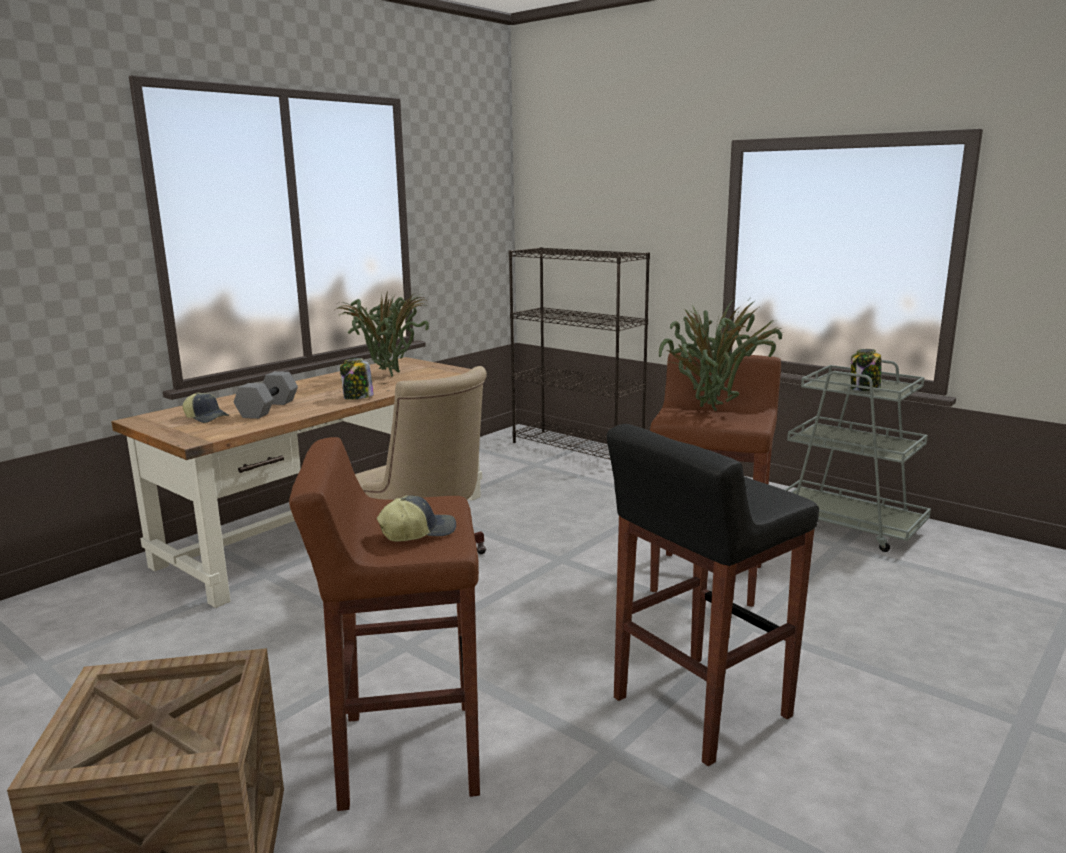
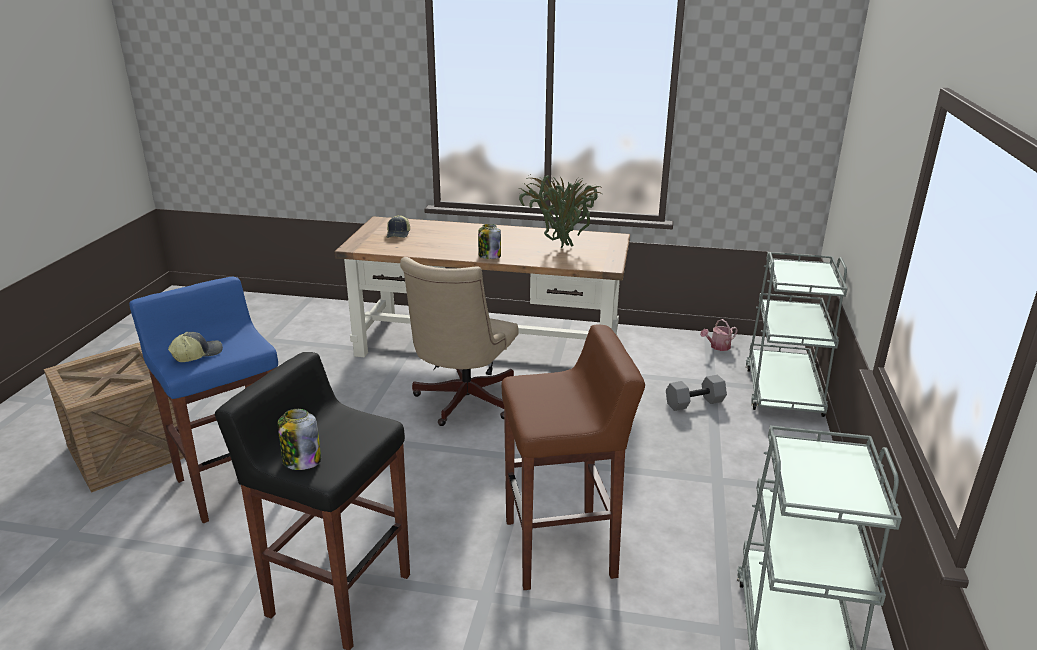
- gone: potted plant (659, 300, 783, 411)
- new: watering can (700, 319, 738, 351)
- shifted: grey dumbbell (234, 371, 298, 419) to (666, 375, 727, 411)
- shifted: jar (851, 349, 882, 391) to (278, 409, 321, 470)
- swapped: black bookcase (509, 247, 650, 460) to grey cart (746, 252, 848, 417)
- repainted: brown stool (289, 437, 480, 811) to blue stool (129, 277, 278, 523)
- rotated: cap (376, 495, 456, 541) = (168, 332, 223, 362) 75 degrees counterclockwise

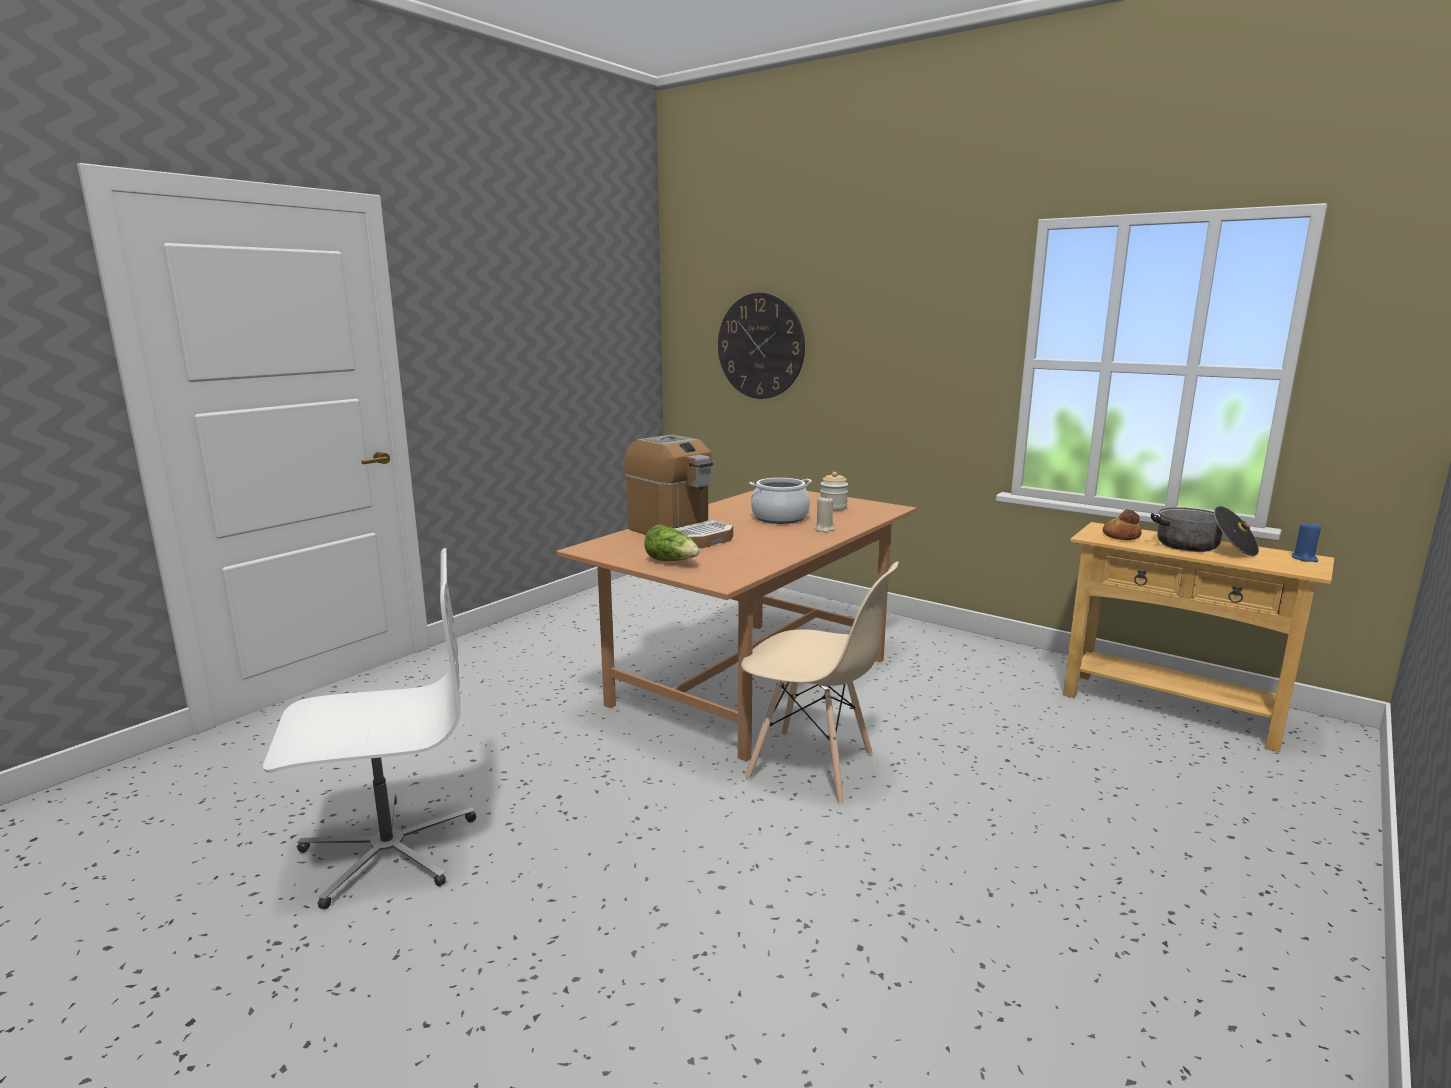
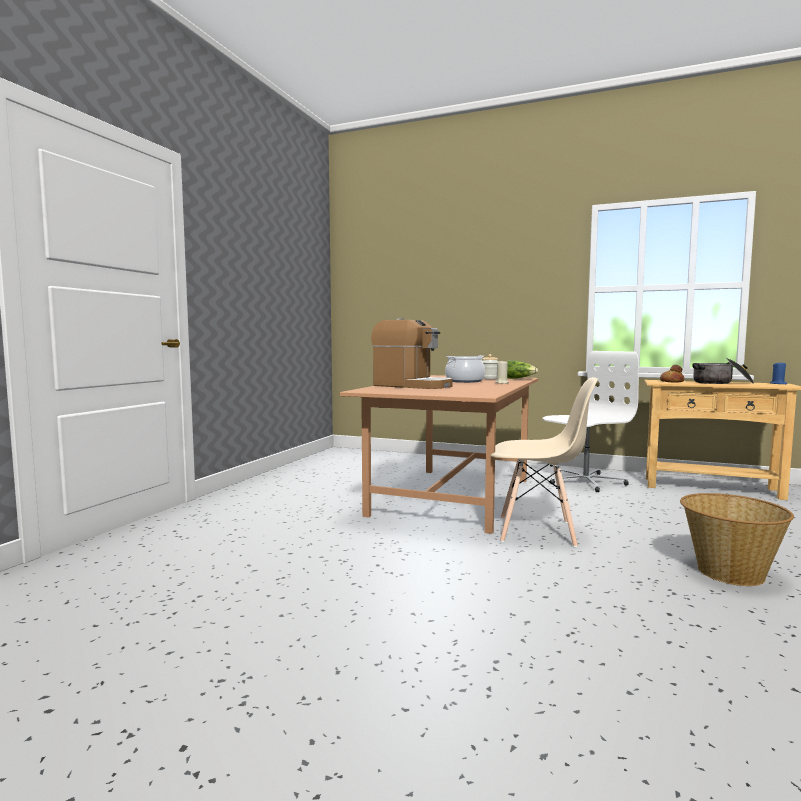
- gone: wall clock (718, 293, 805, 399)
- new: basket (680, 493, 794, 586)
- shifted: white office chair (263, 548, 476, 909) to (542, 351, 639, 492)
- shifted: lettuce (644, 524, 700, 561) to (507, 360, 538, 379)

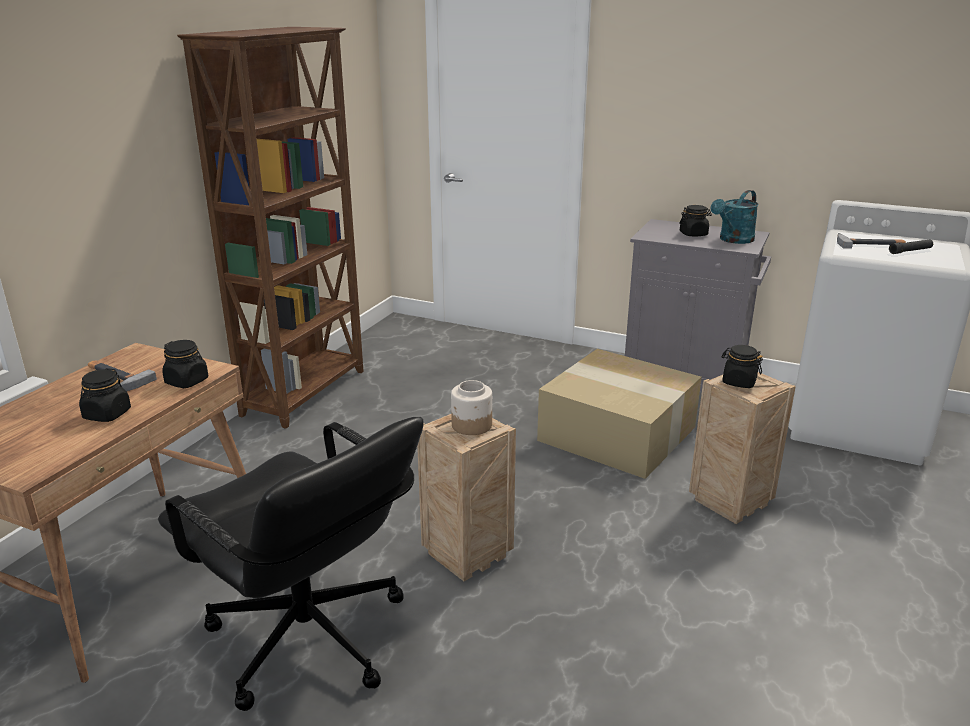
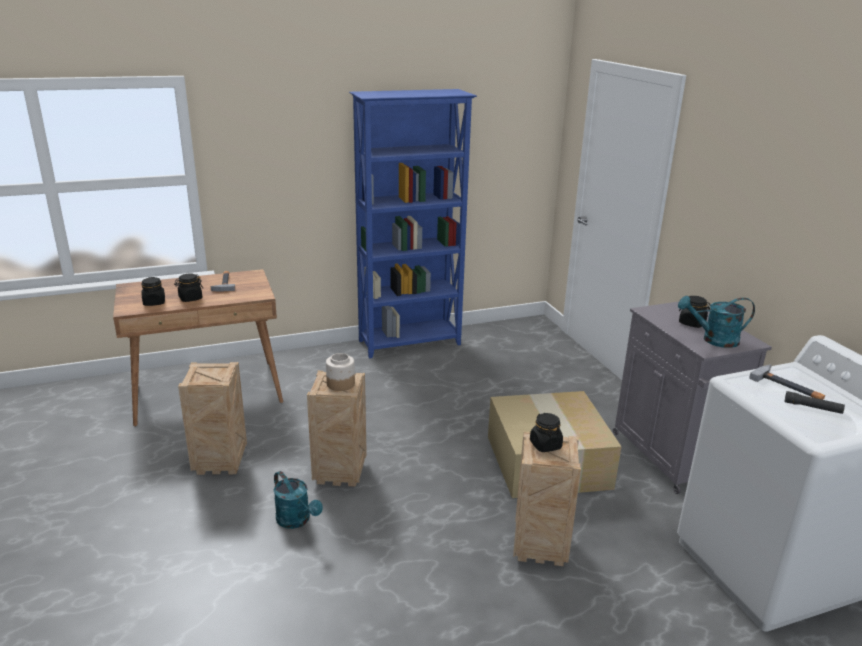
- new: turquoise watering can (274, 471, 323, 529)
- shifted: black jar (162, 340, 208, 388) to (142, 277, 165, 306)
- swapped: black office chair (158, 417, 423, 711) to crate (178, 362, 247, 475)
- repainted: brown bookcase (177, 27, 364, 429) to blue bookcase (349, 89, 477, 358)

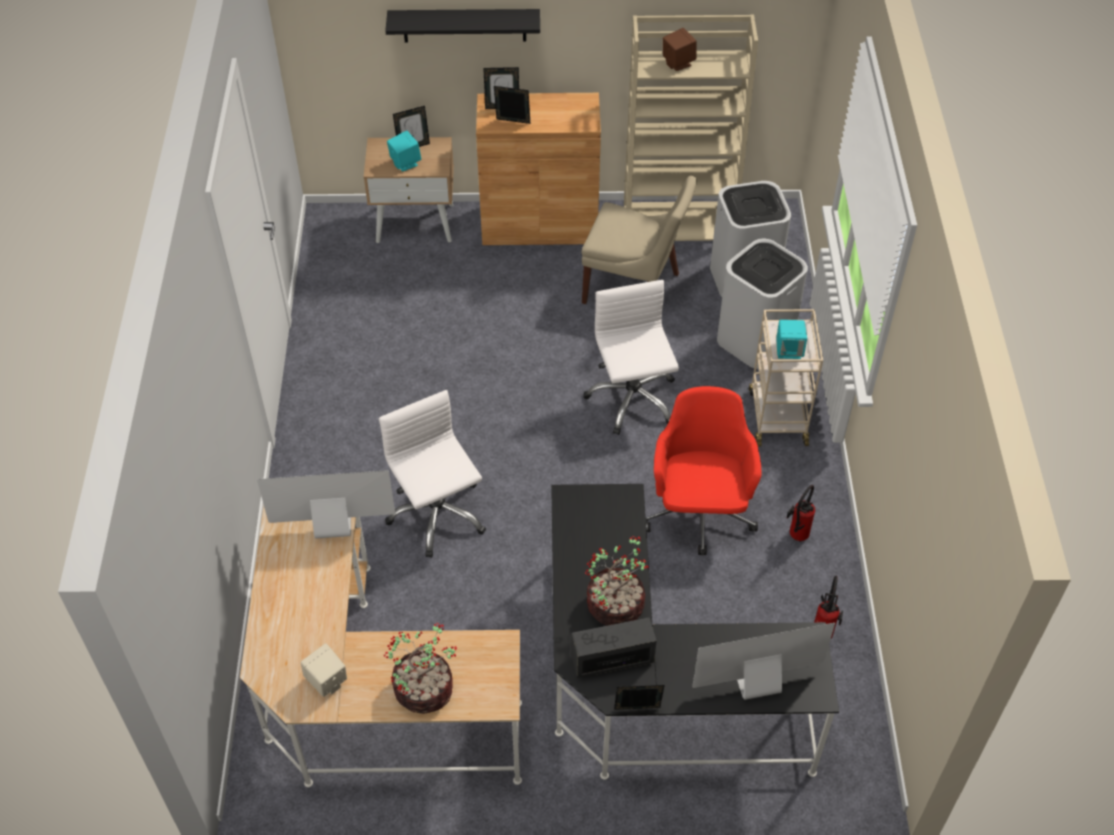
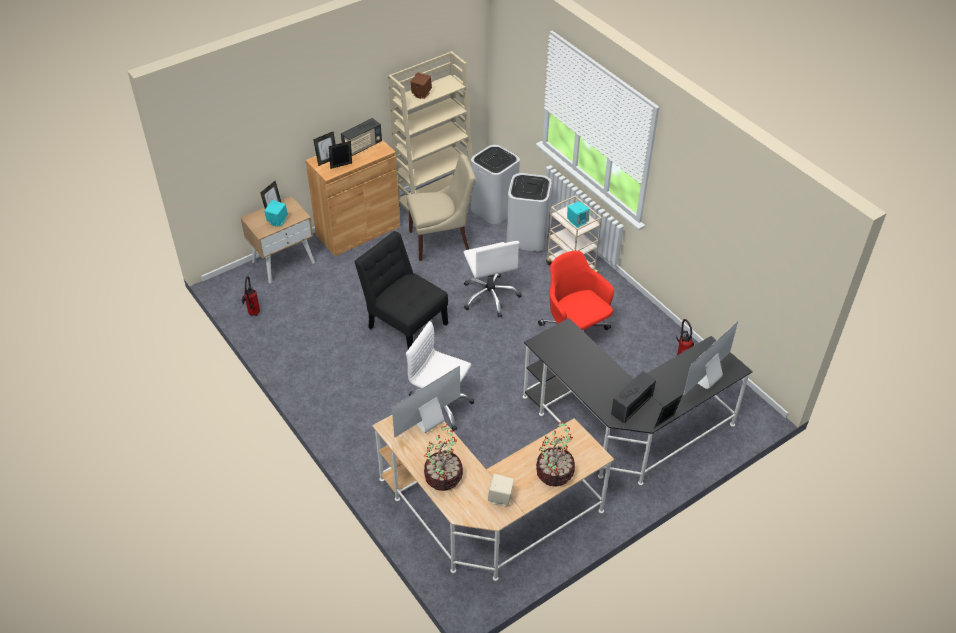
- gone: black shelf (385, 9, 540, 42)
- new: radio (341, 118, 382, 156)
- new: black chair (354, 231, 448, 349)
- shifted: potted plant (585, 536, 649, 626) to (424, 424, 463, 491)
- shifted: fire extinguisher (787, 485, 815, 541) to (242, 276, 260, 316)
- rotated: white office chair (583, 280, 679, 435) = (463, 241, 522, 318) 150 degrees counterclockwise

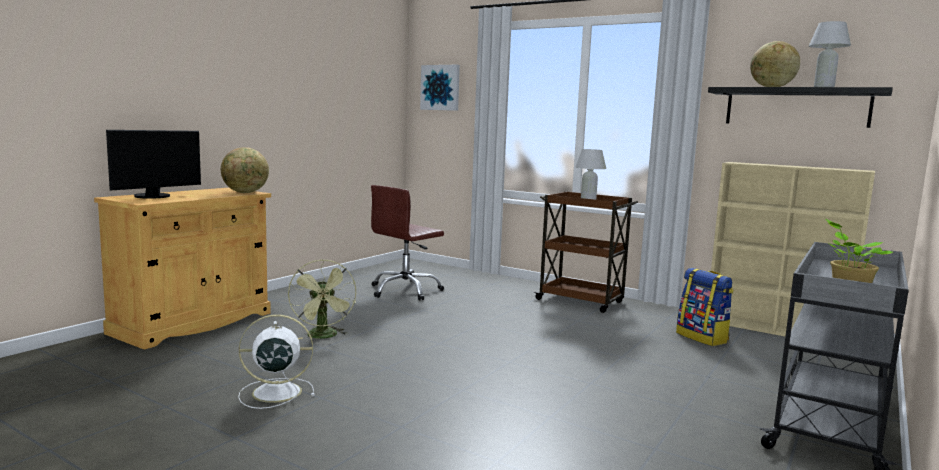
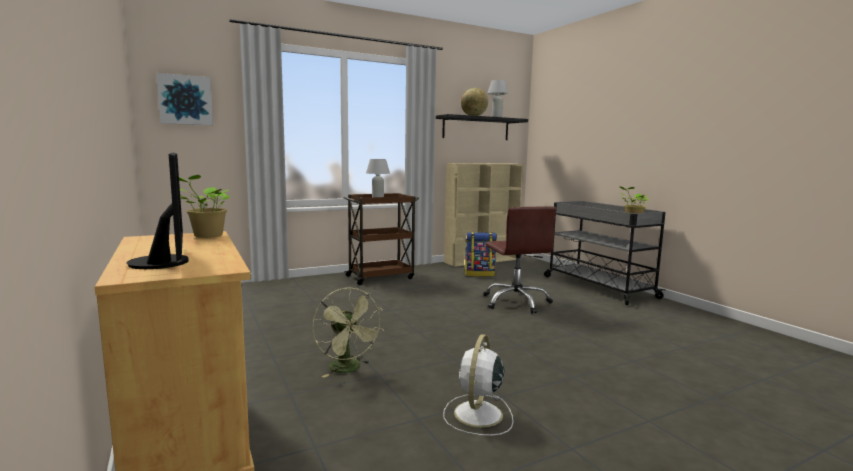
- shifted: brown office chair (371, 185, 444, 300) to (483, 207, 556, 314)
- swapped: globe (221, 147, 269, 193) to potted plant (179, 175, 230, 238)
- rotated: green fan (288, 259, 356, 339) = (312, 287, 384, 377) 45 degrees clockwise

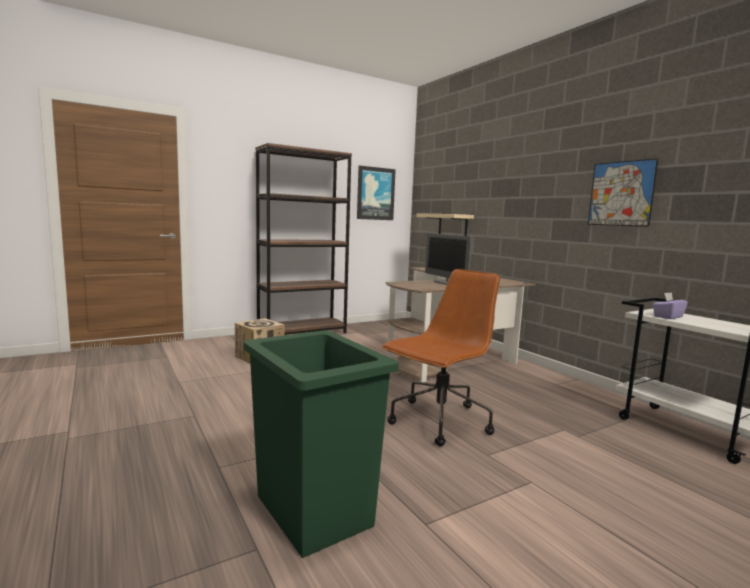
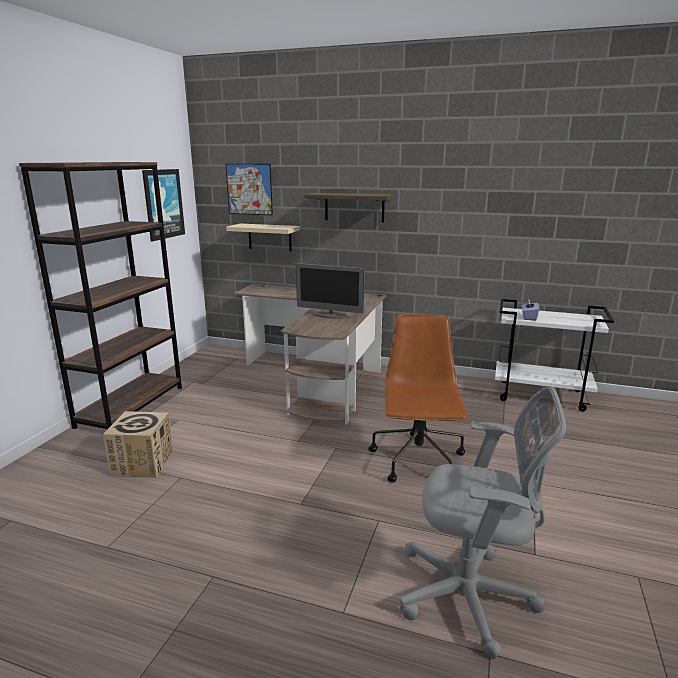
- new: shelf (304, 193, 395, 222)
- shifted: picture (588, 158, 659, 227) to (226, 164, 273, 215)
- swapped: green trash can (244, 330, 399, 558) to grey office chair (399, 386, 566, 659)

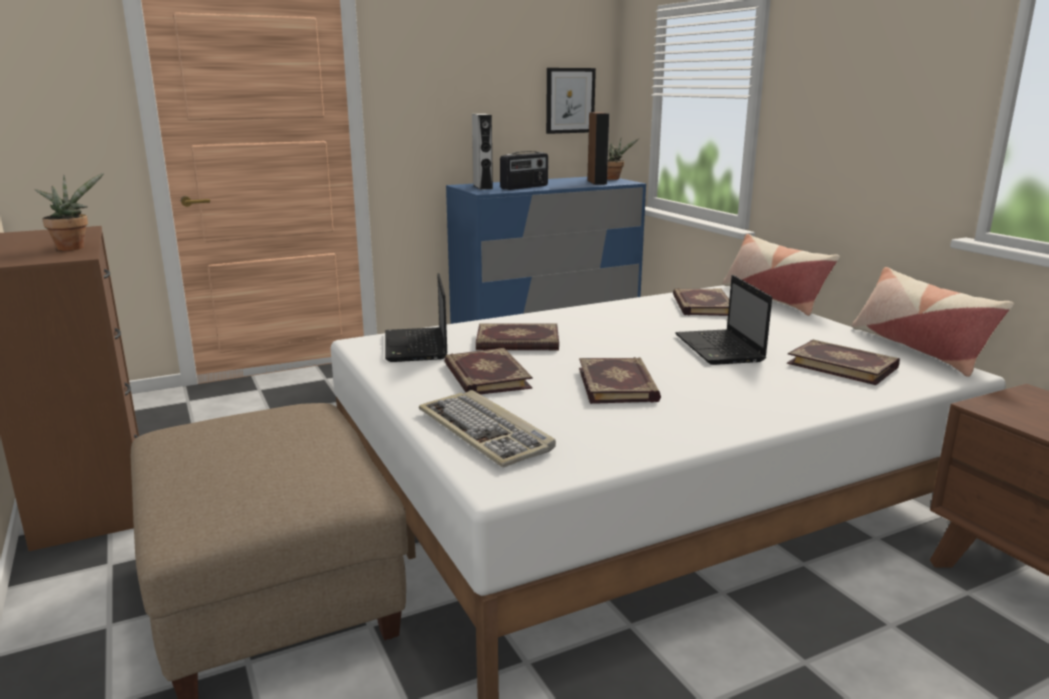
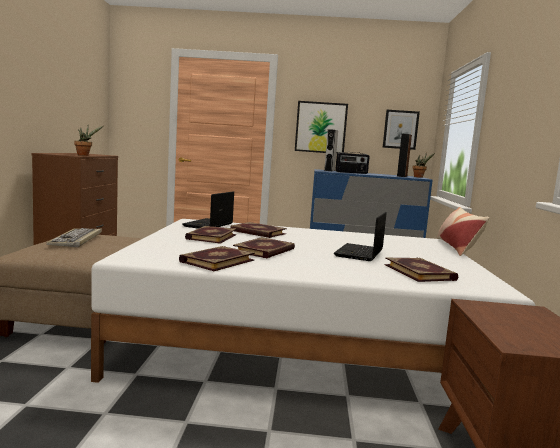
- gone: pillow (852, 267, 1014, 377)
- new: picture (295, 101, 348, 154)
- shifted: keyboard (419, 390, 556, 468) to (46, 228, 102, 247)
- shifted: book (673, 288, 729, 316) to (179, 246, 255, 271)

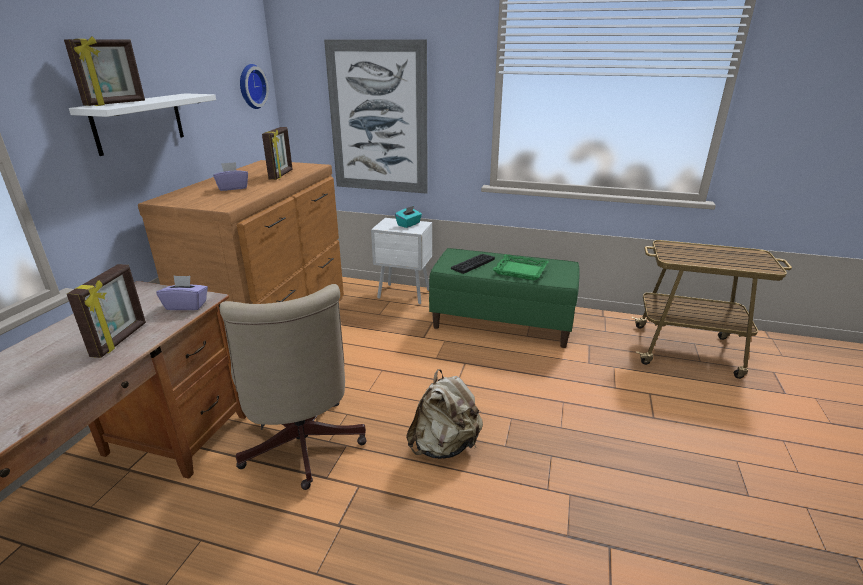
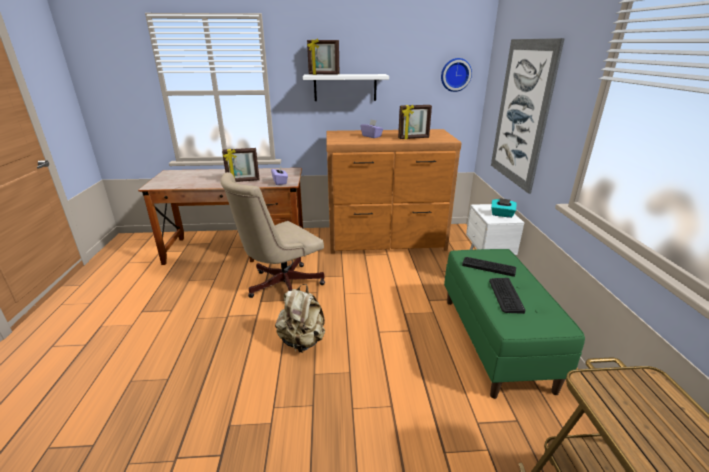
- swapped: green tray (492, 254, 549, 280) to keyboard (489, 278, 525, 314)

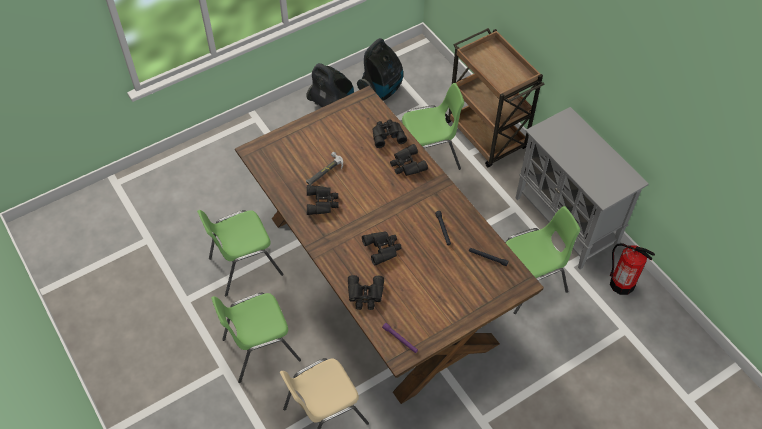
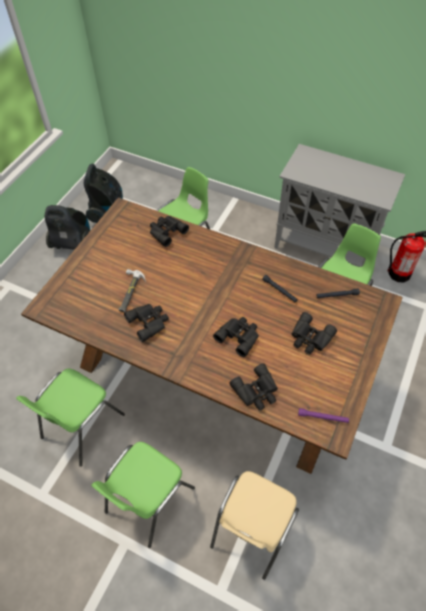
- gone: brown cart (445, 28, 544, 168)
- shifted: black binoculars (390, 144, 428, 176) to (292, 312, 337, 355)

